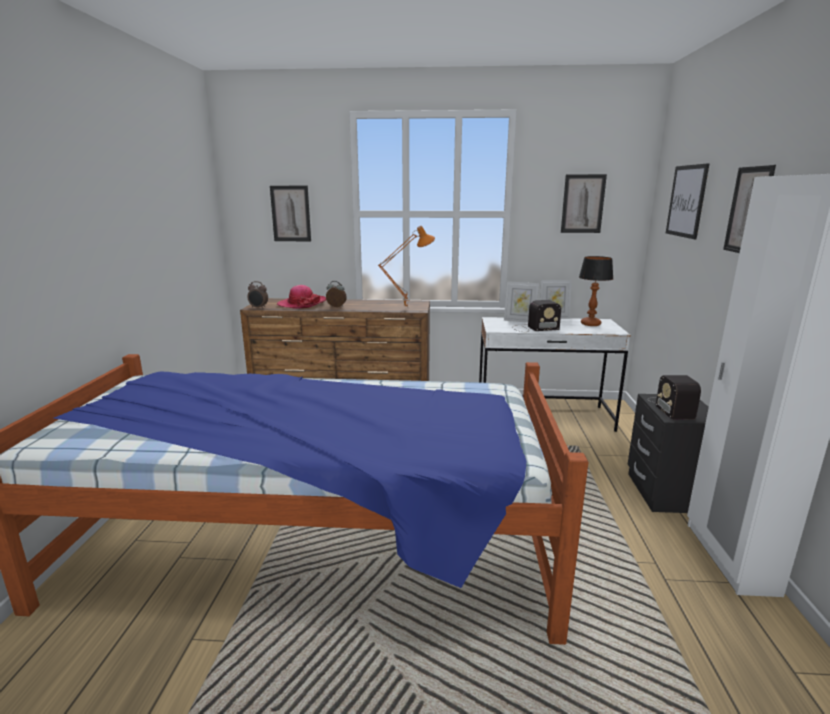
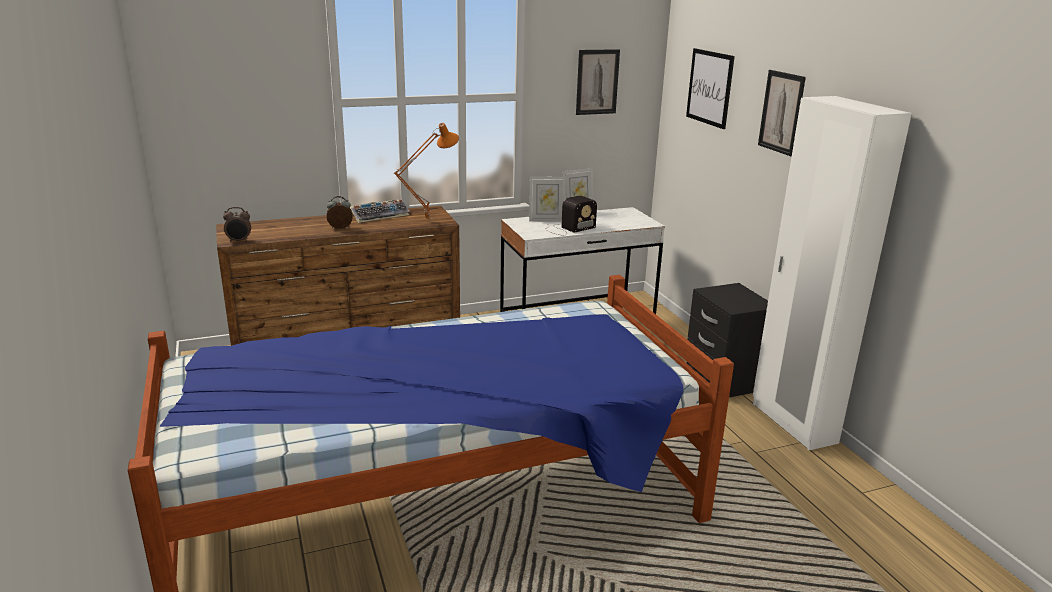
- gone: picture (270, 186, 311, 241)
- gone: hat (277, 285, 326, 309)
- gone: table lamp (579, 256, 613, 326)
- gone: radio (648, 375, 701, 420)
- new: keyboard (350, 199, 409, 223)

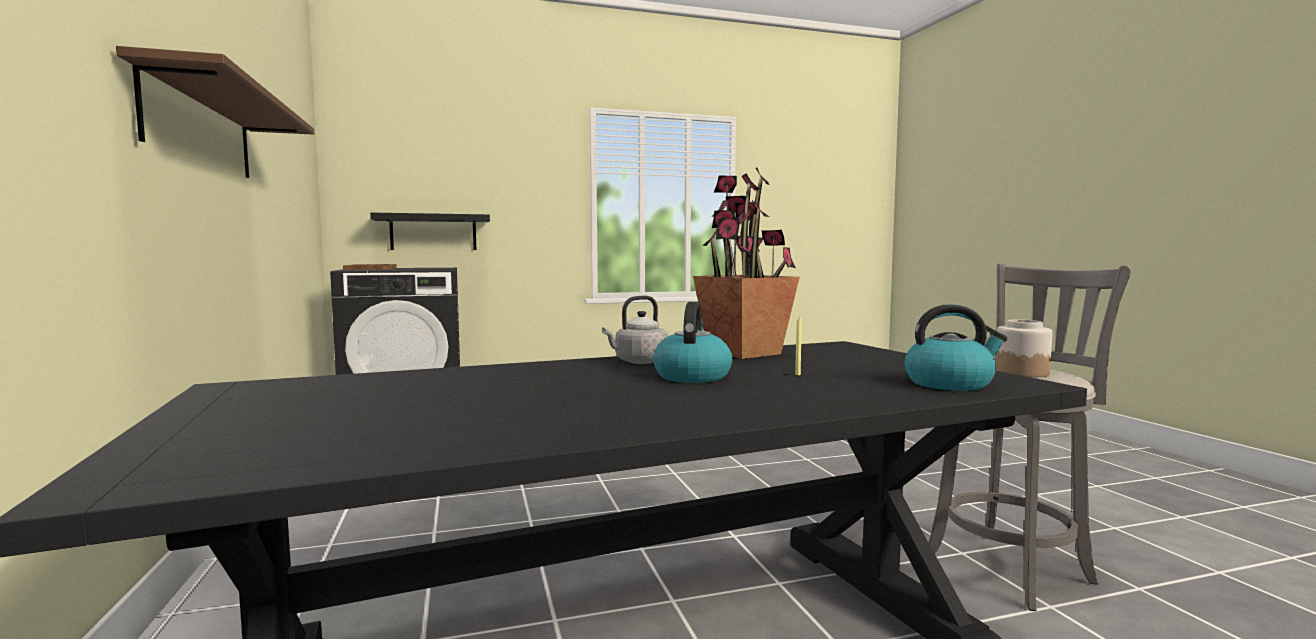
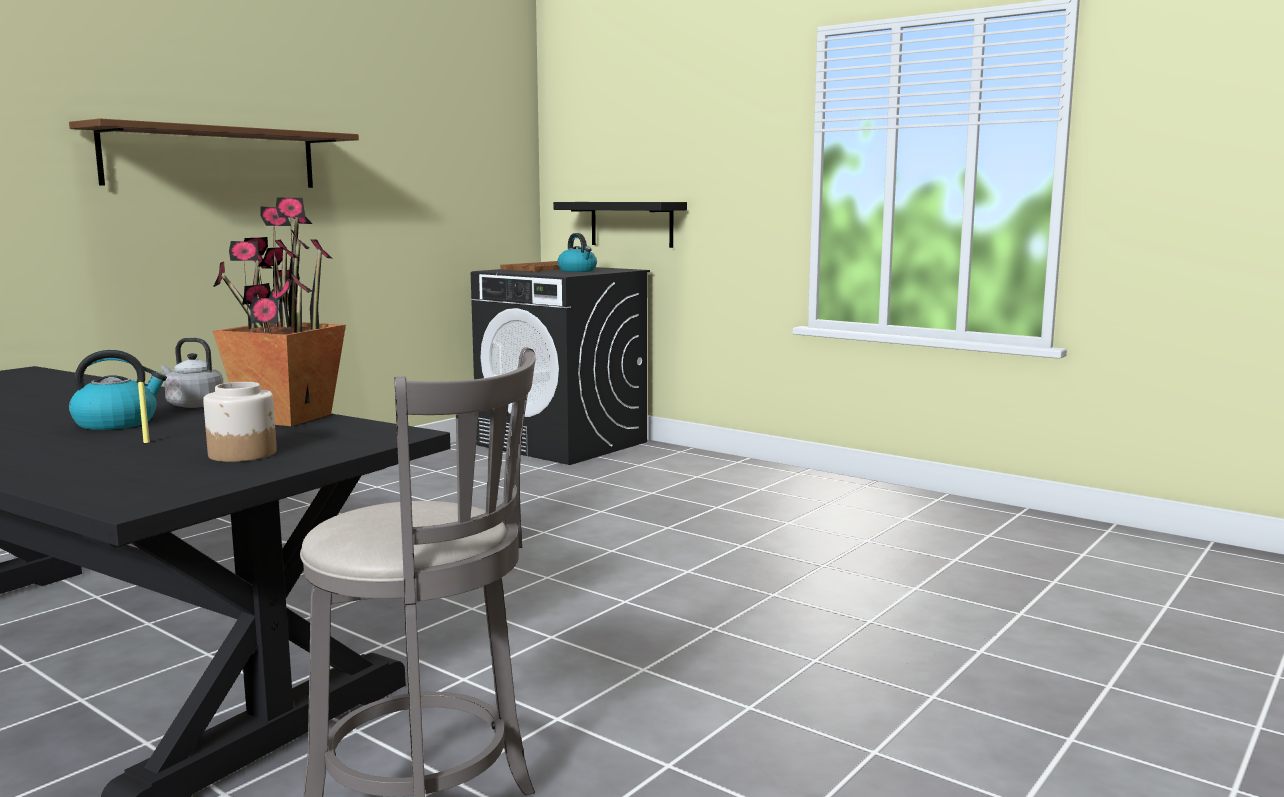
- shifted: kettle (904, 304, 1007, 391) to (558, 233, 597, 272)
- shifted: jar (995, 320, 1052, 377) to (203, 382, 277, 462)

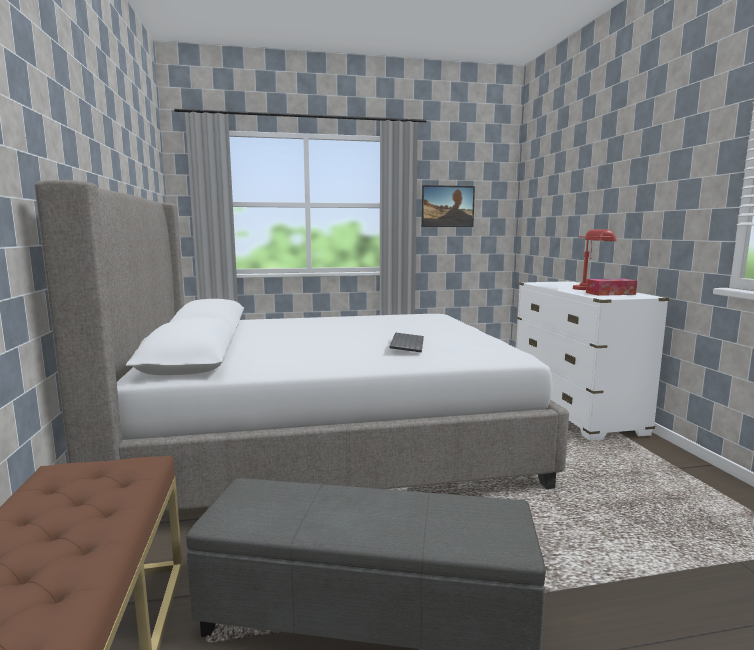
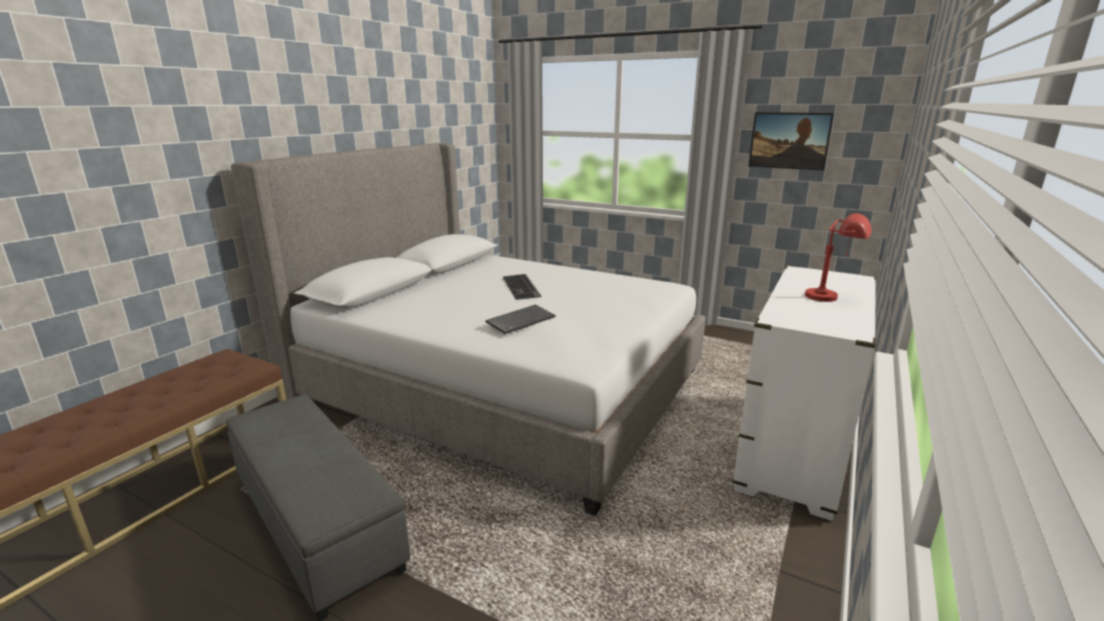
- gone: tissue box (586, 279, 637, 296)
- new: keyboard (503, 274, 541, 300)

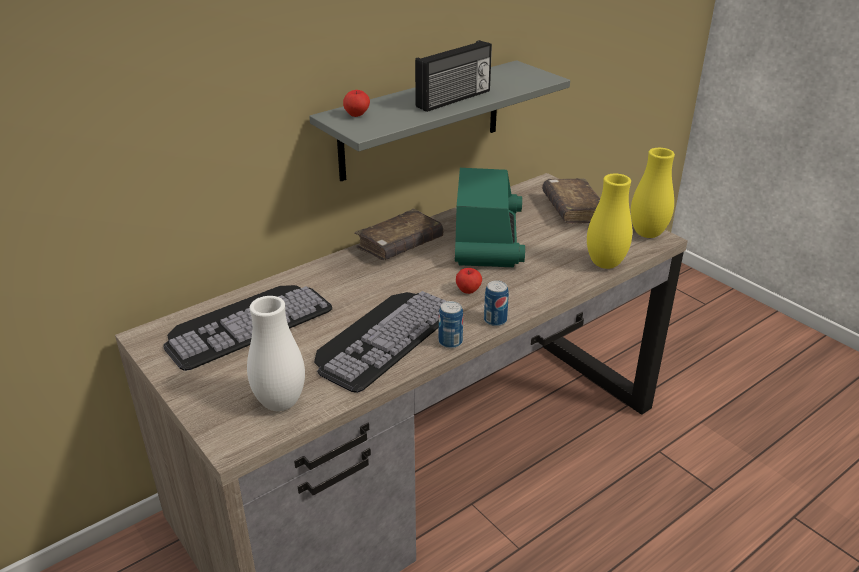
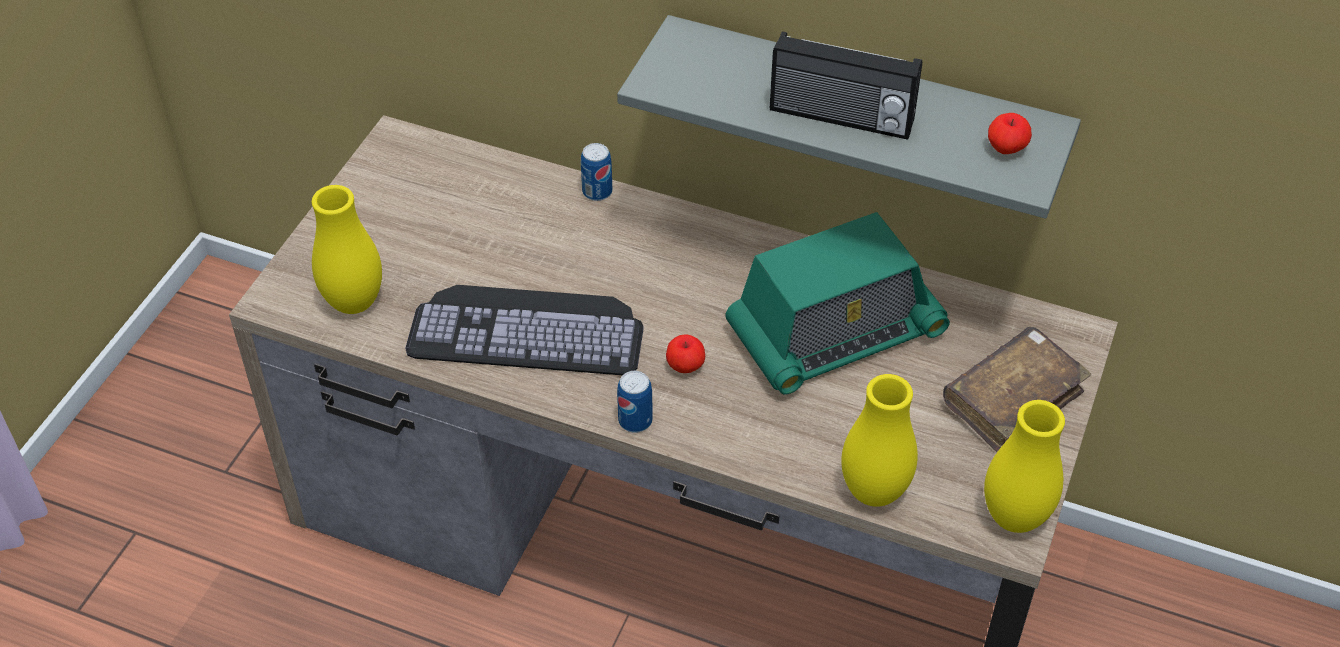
- gone: keyboard (163, 285, 332, 371)
- gone: brown book (354, 209, 443, 260)
- shifted: apple (343, 90, 370, 117) to (988, 113, 1032, 154)
- shifted: can (439, 301, 463, 349) to (581, 143, 612, 201)
- repainted: white vase (247, 296, 305, 411) to yellow vase (312, 185, 382, 314)

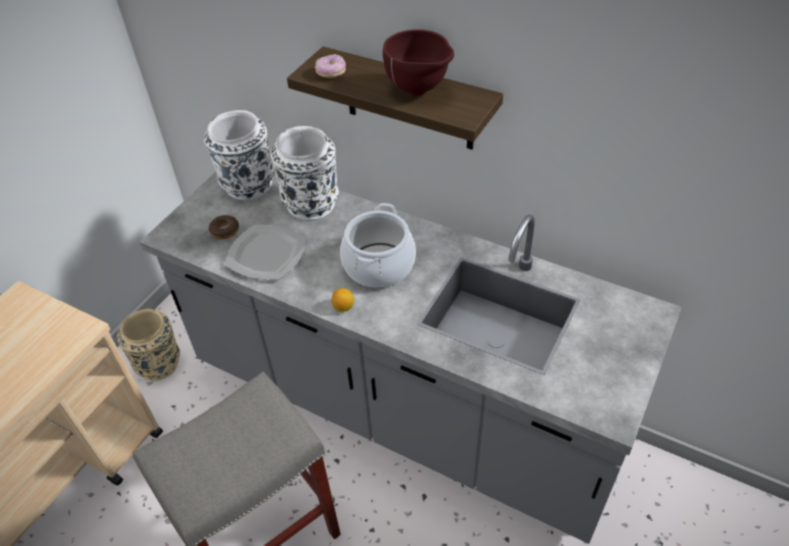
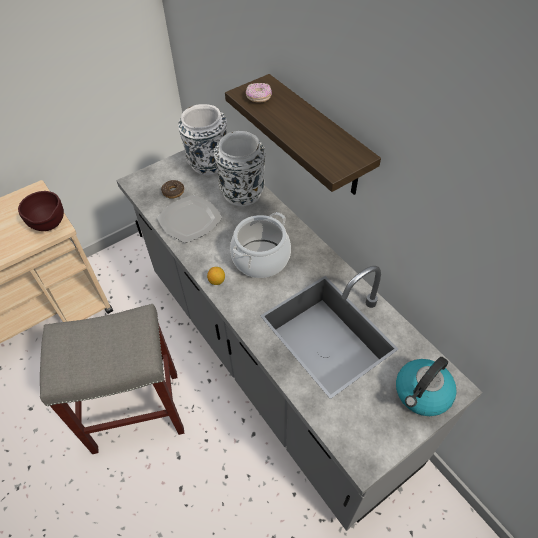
- gone: beige vase (117, 309, 180, 381)
- new: kettle (396, 357, 457, 416)
- shifted: brown bowl (383, 29, 454, 96) to (18, 191, 64, 231)

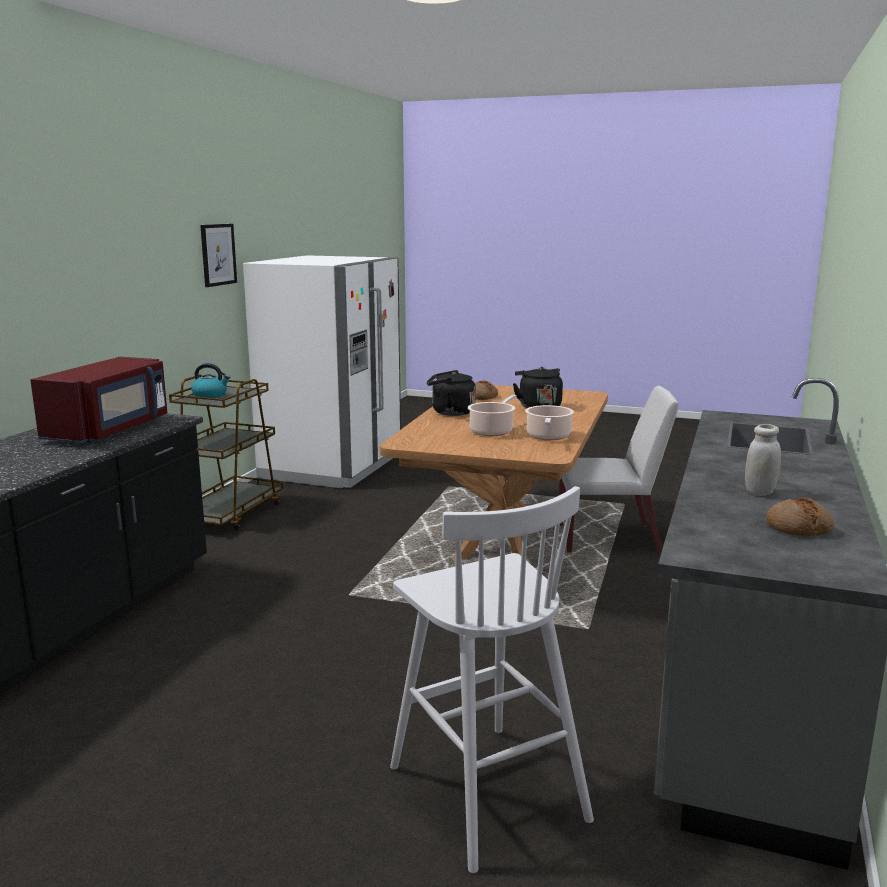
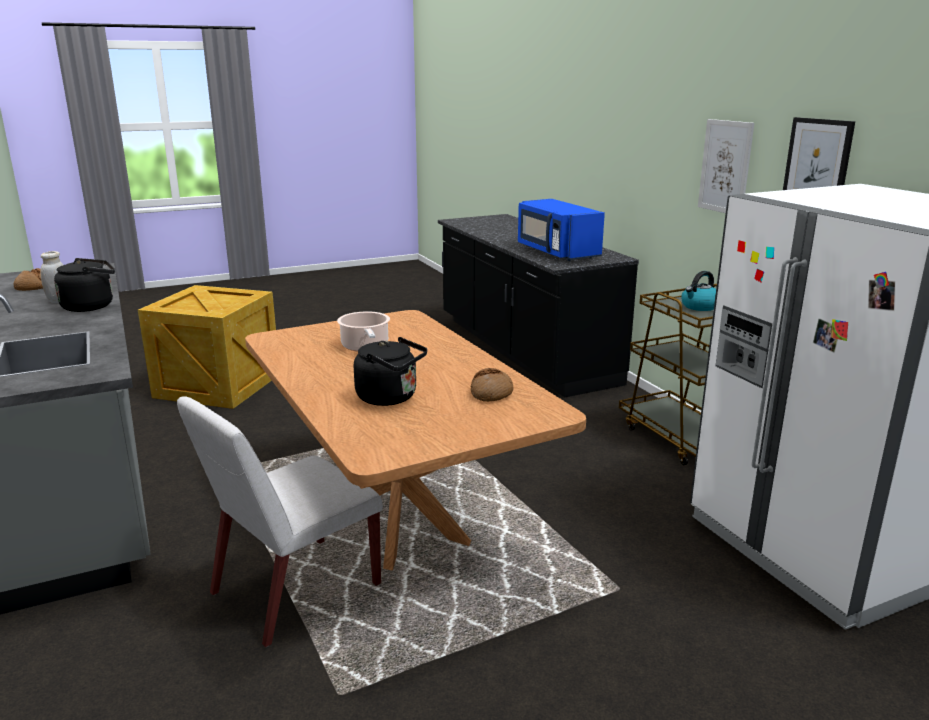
- gone: cooking pot (525, 405, 574, 440)
- new: picture (698, 119, 754, 213)
- shifted: black kettle (427, 370, 476, 416) to (54, 258, 115, 312)
- swapped: white stool (390, 486, 594, 873) to crate (138, 285, 276, 409)
- repainted: red microwave (30, 357, 167, 443) to blue microwave (518, 199, 605, 261)

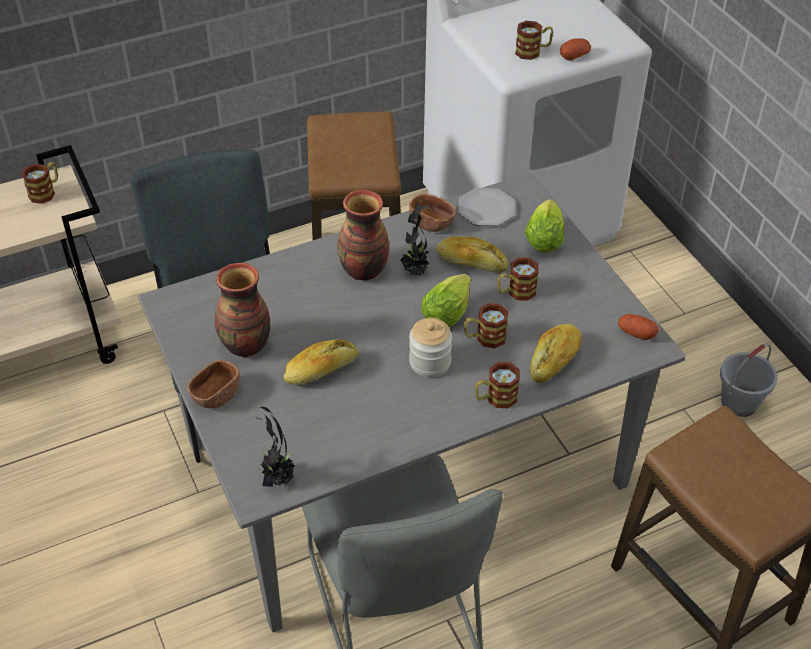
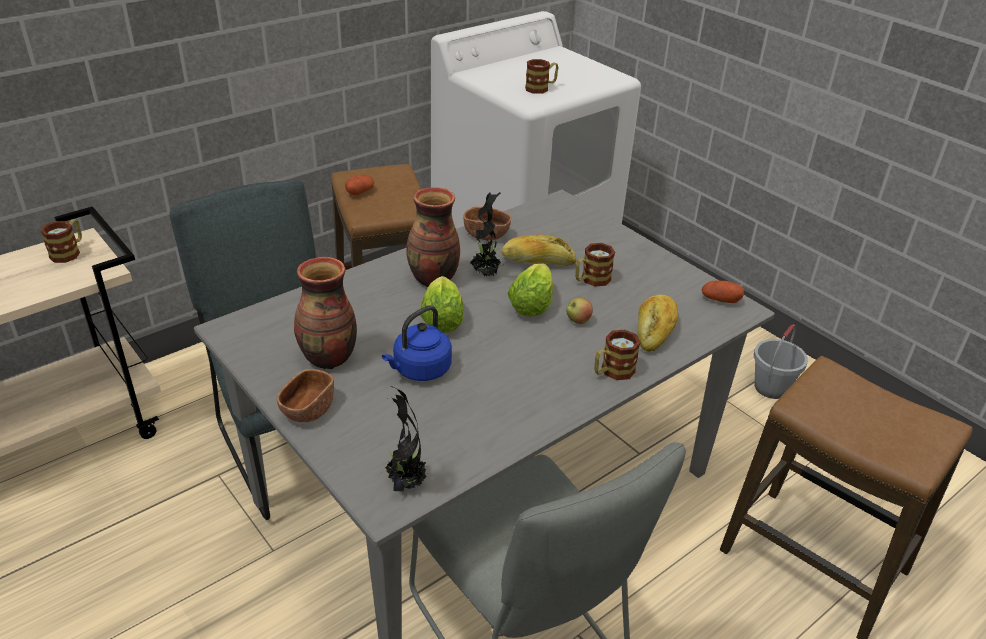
- gone: jar (409, 318, 452, 377)
- gone: plate (458, 188, 515, 226)
- shifted: lettuce (525, 199, 564, 252) to (420, 276, 464, 333)
- shifted: potato (560, 39, 591, 61) to (345, 175, 375, 195)
- swapped: bread (284, 339, 359, 385) to blue kettle (382, 305, 452, 381)
- swapped: mug (464, 303, 509, 348) to apple (566, 298, 593, 324)

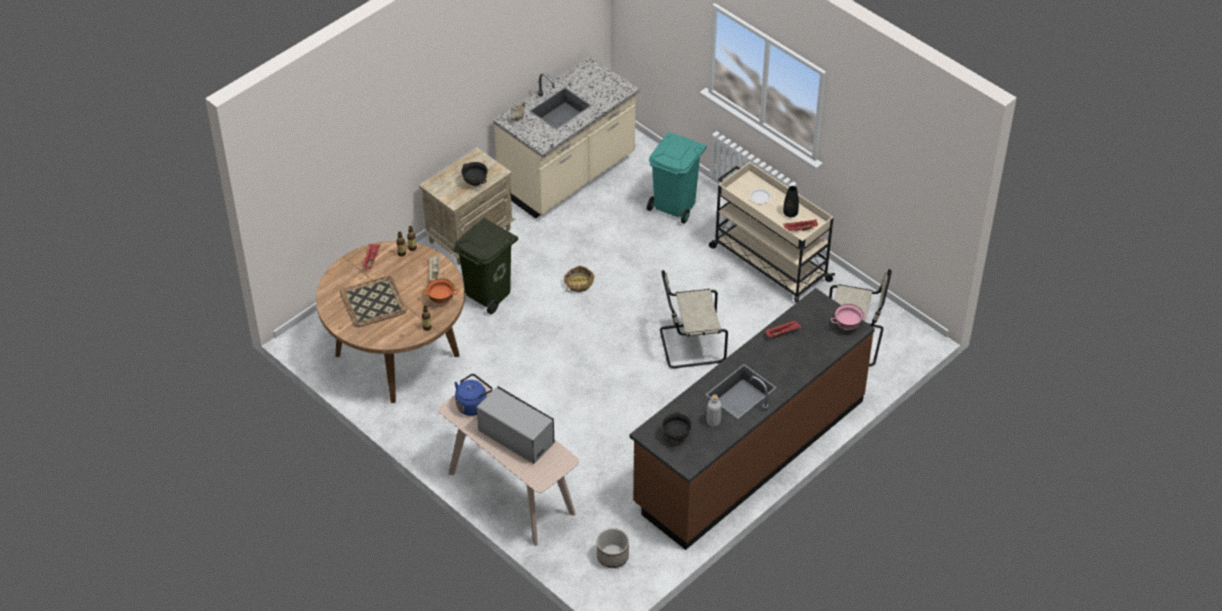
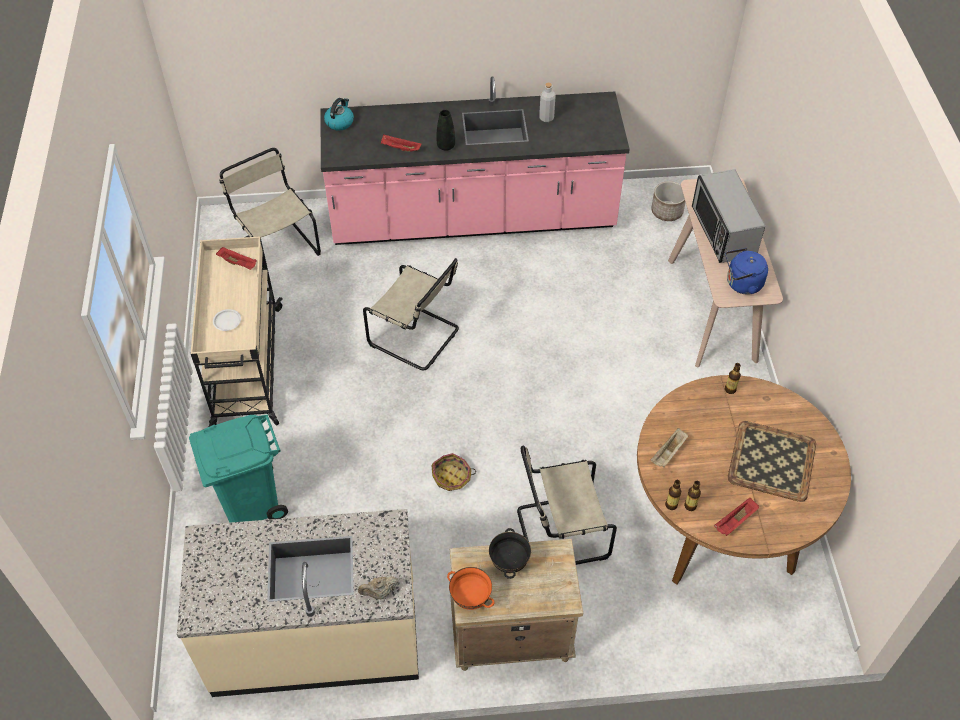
- gone: black bowl (662, 412, 692, 443)
- shifted: orange bowl (422, 279, 459, 304) to (447, 567, 494, 610)
- shifted: black vase (783, 186, 799, 217) to (436, 110, 455, 151)
- swapped: green trash can (453, 218, 518, 314) to beige chair (517, 446, 617, 565)
- swapped: pink bowl (831, 304, 867, 330) to kettle (324, 98, 354, 131)
- repainted: brown counter (630, 288, 875, 550) to pink counter (321, 76, 630, 245)

